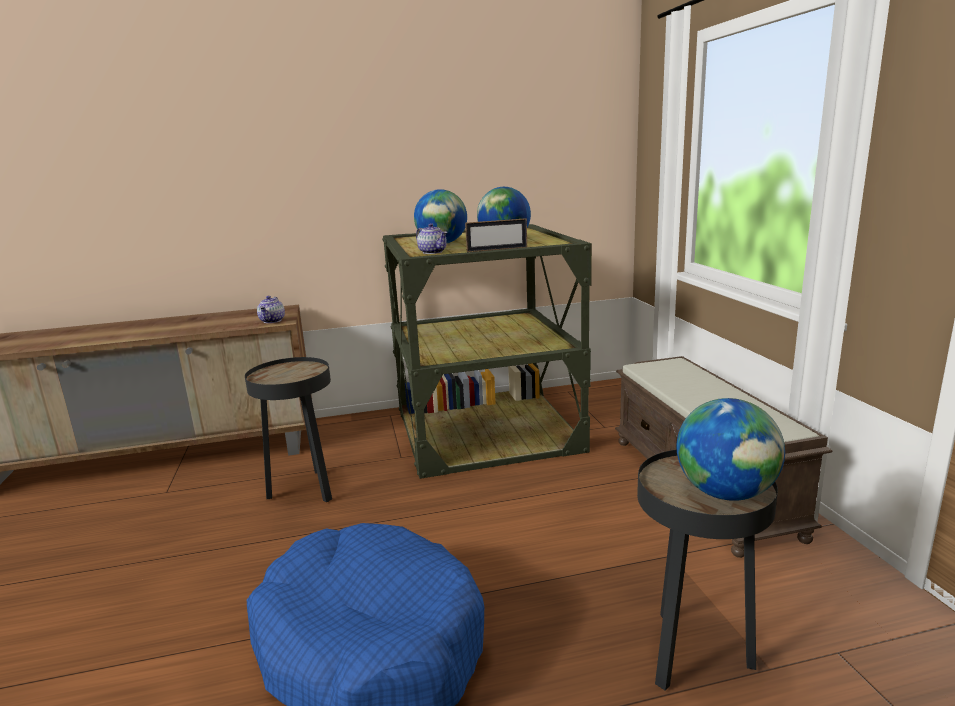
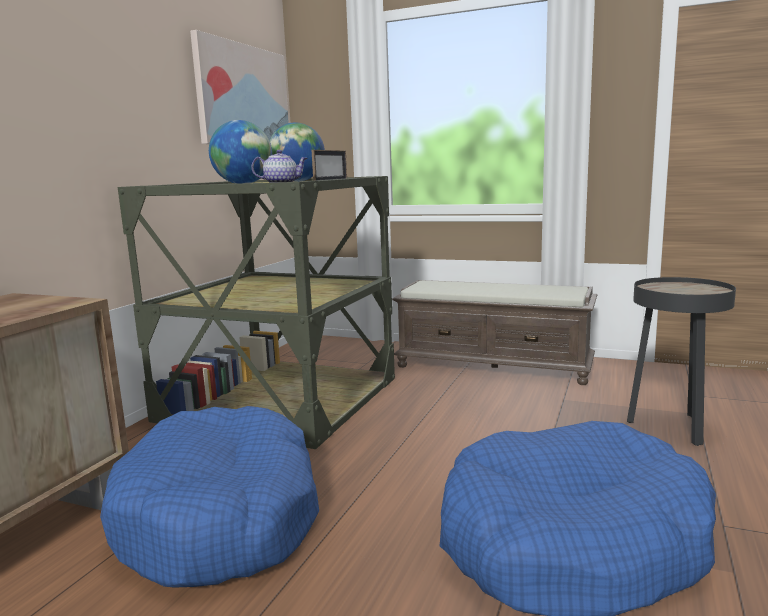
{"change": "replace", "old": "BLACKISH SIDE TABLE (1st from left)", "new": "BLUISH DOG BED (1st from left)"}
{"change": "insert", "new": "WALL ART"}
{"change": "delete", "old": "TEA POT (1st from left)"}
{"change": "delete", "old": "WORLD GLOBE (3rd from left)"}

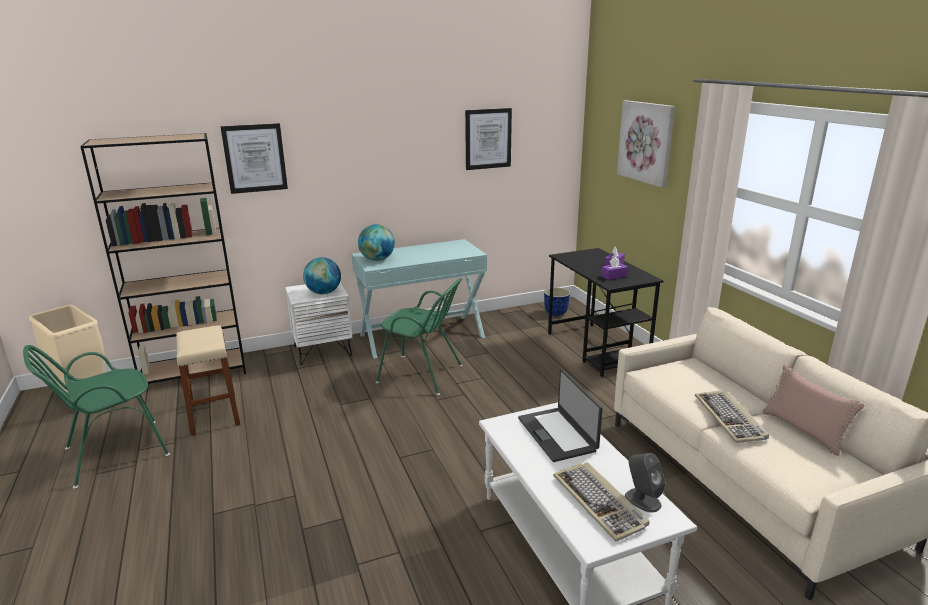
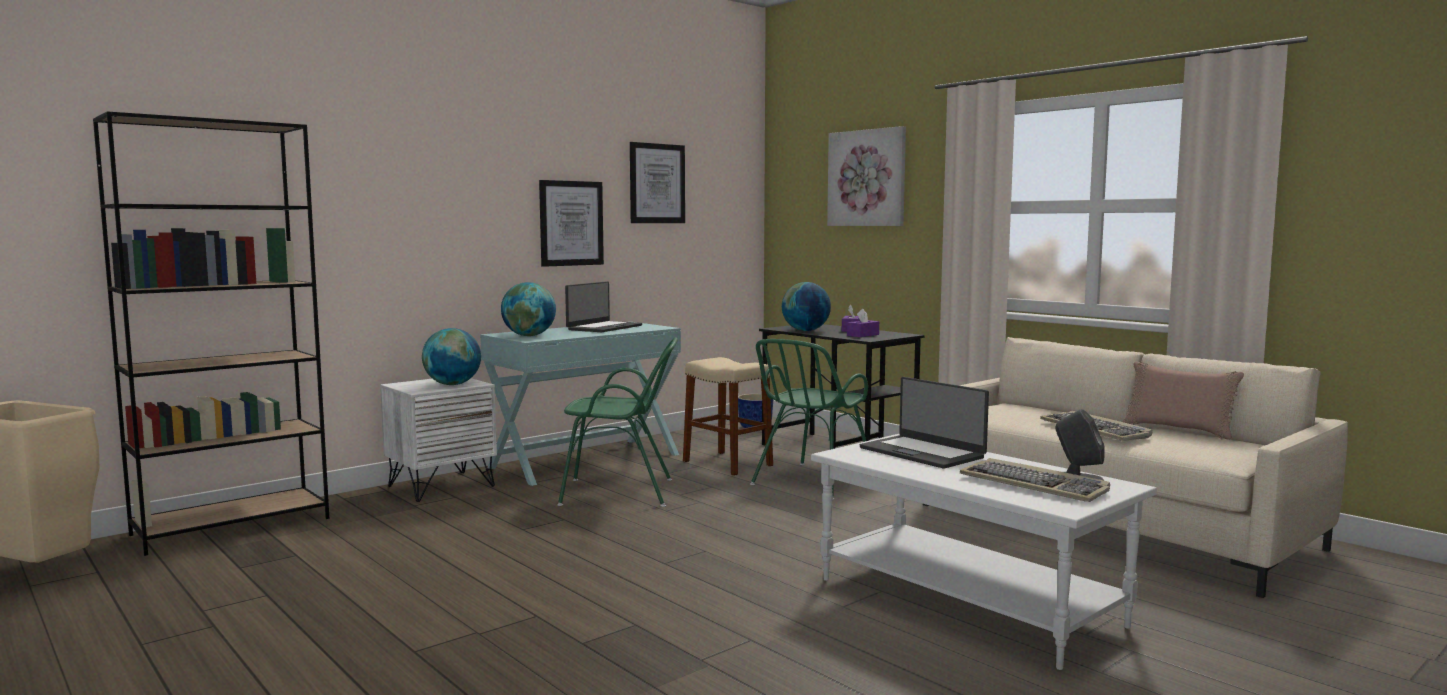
{"change": "move", "old": "WALL ART (1st from left)"}
{"change": "insert", "new": "LAPTOP (1st from left)"}
{"change": "move", "old": "BEIGE SITTING STOOL"}
{"change": "move", "old": "GREEN PLAIN CHAIR (1st from left in the first image)", "new": "GREEN PLAIN CHAIR (2nd from left)"}
{"change": "insert", "new": "WORLD GLOBE (3rd from left)"}

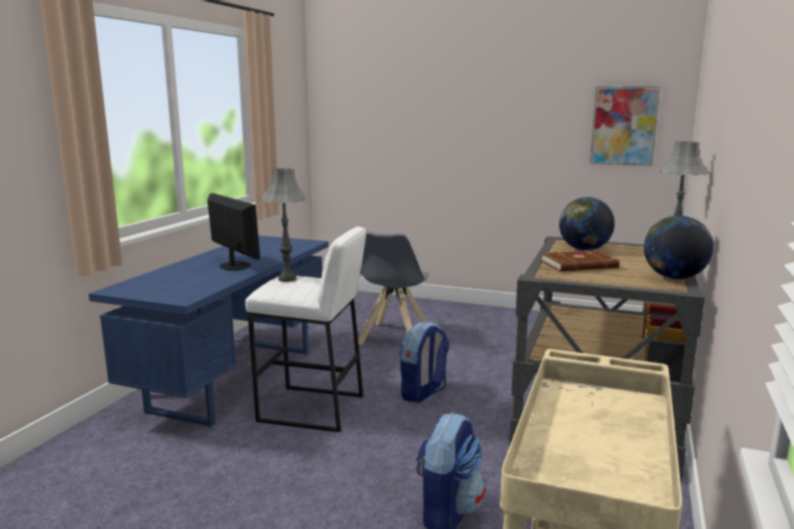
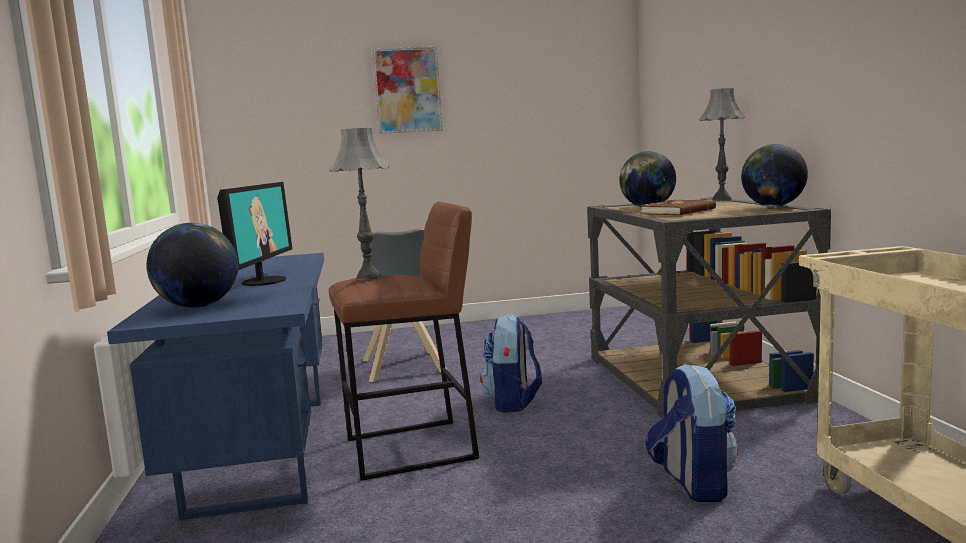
{"change": "insert", "new": "WORLD GLOBE (1st from left)"}
{"change": "rotate", "old": "COMPUTER DISPLAY", "degrees": 75}
{"change": "recolor", "old": "WHITISH SITTING STOOL", "new": "BROWNISH SITTING STOOL"}
{"change": "move", "old": "WALL ART"}

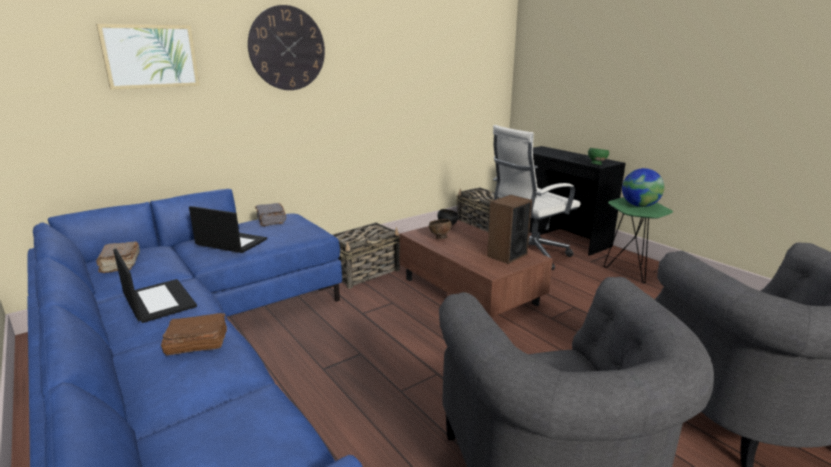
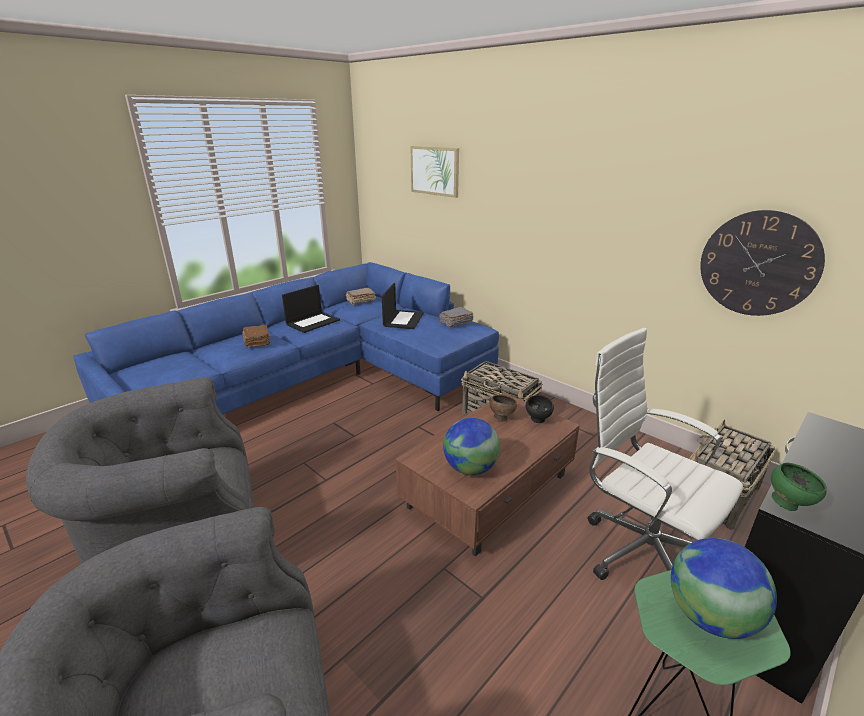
{"change": "replace", "old": "AUDIO SPEAKER", "new": "WORLD GLOBE (1st from left)"}
{"change": "move", "old": "HANGING CLOCK"}

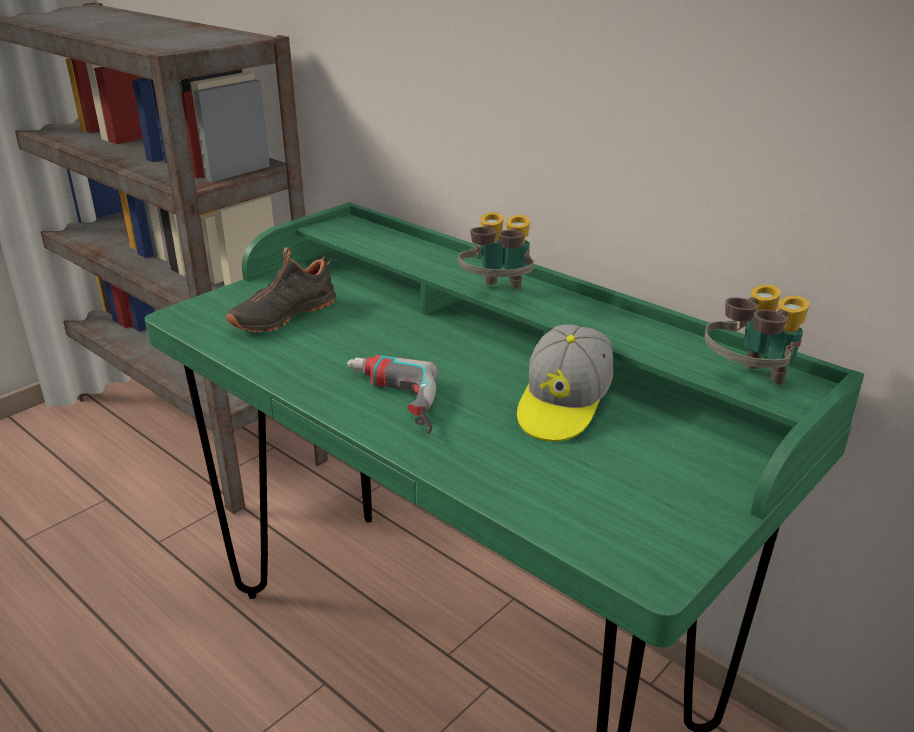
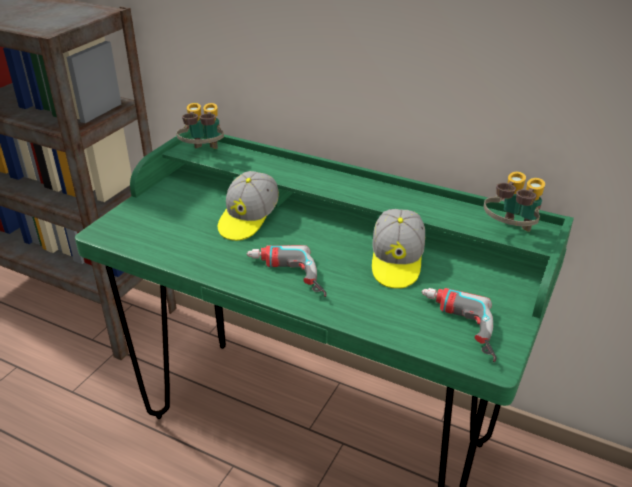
{"change": "move", "old": "FIELD GLASSES (1st from left)"}
{"change": "insert", "new": "PEAKED CAP (1st from left)"}
{"change": "insert", "new": "ELECTRIC DRILL (2nd from left)"}
{"change": "delete", "old": "BLACKISH SHOE"}

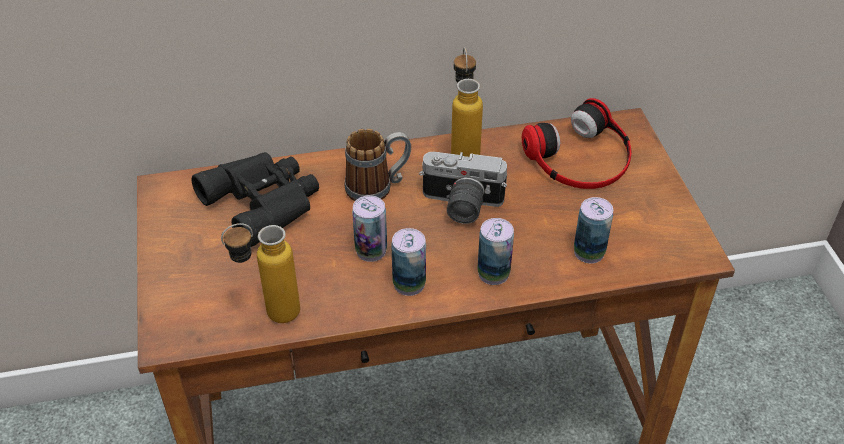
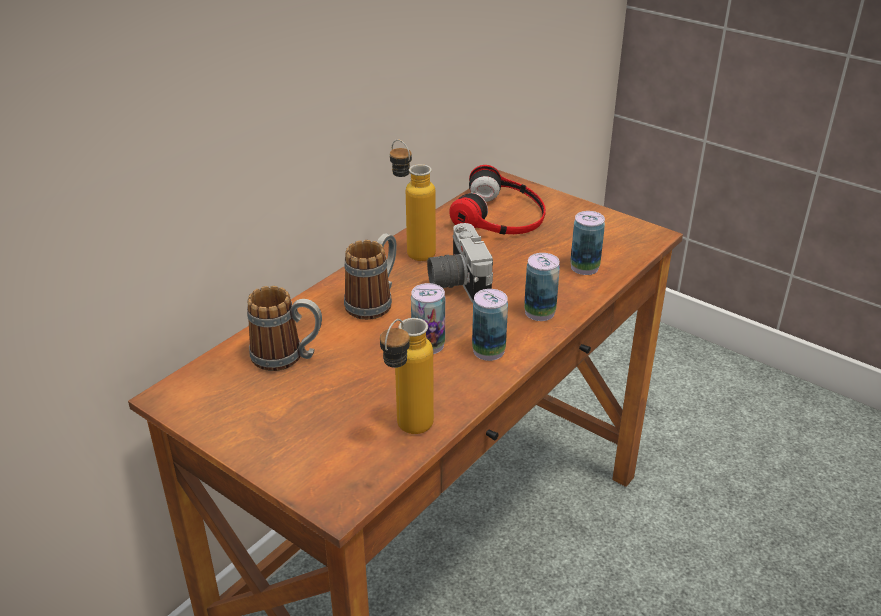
{"change": "replace", "old": "BLACKISH FIELD GLASSES", "new": "MUG (1st from left)"}
{"change": "rotate", "old": "PHOTO CAMERA", "degrees": 105}

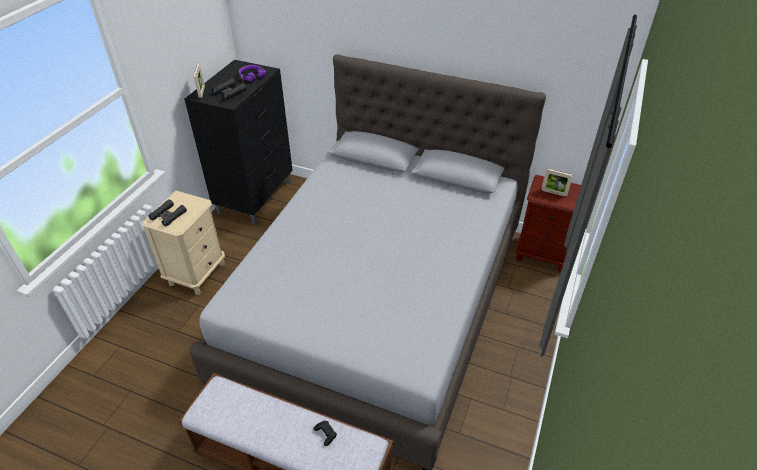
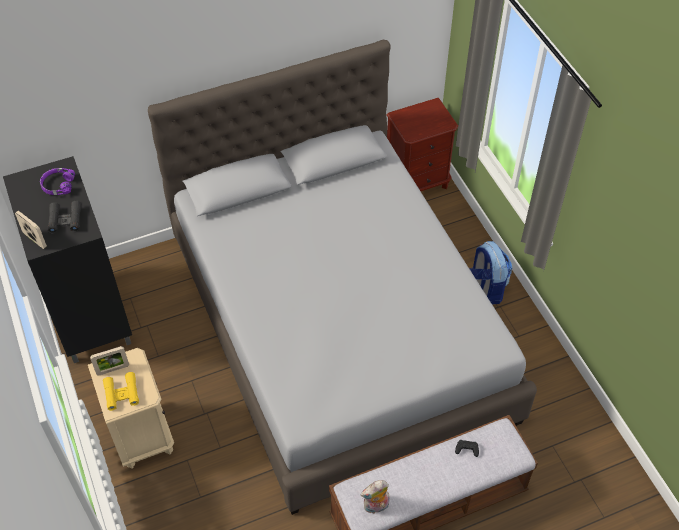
{"change": "move", "old": "STANDING FRAME (2nd from left)"}
{"change": "recolor", "old": "BLACKISH FIELD GLASSES (1st from left)", "new": "YELLOW FIELD GLASSES"}
{"change": "insert", "new": "SOFT TOY"}
{"change": "insert", "new": "RUCKSACK"}

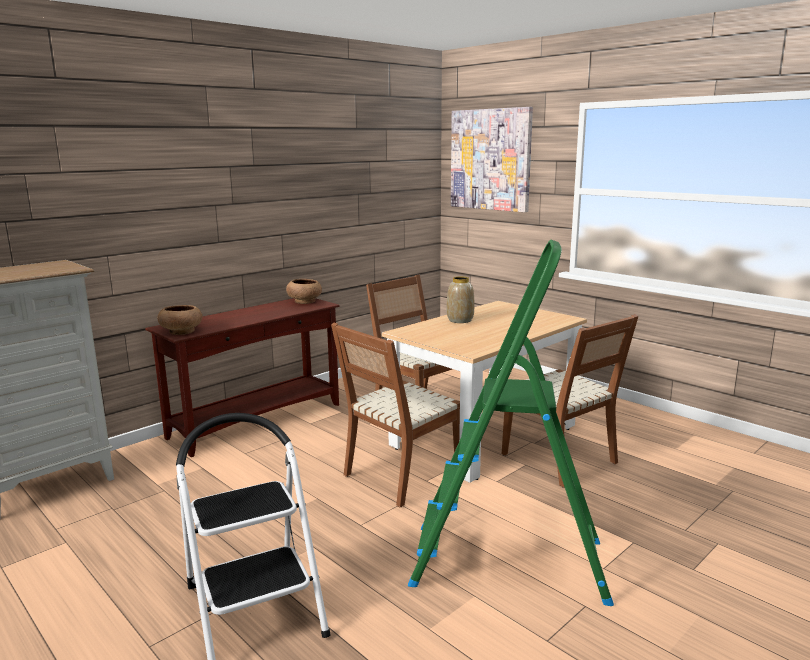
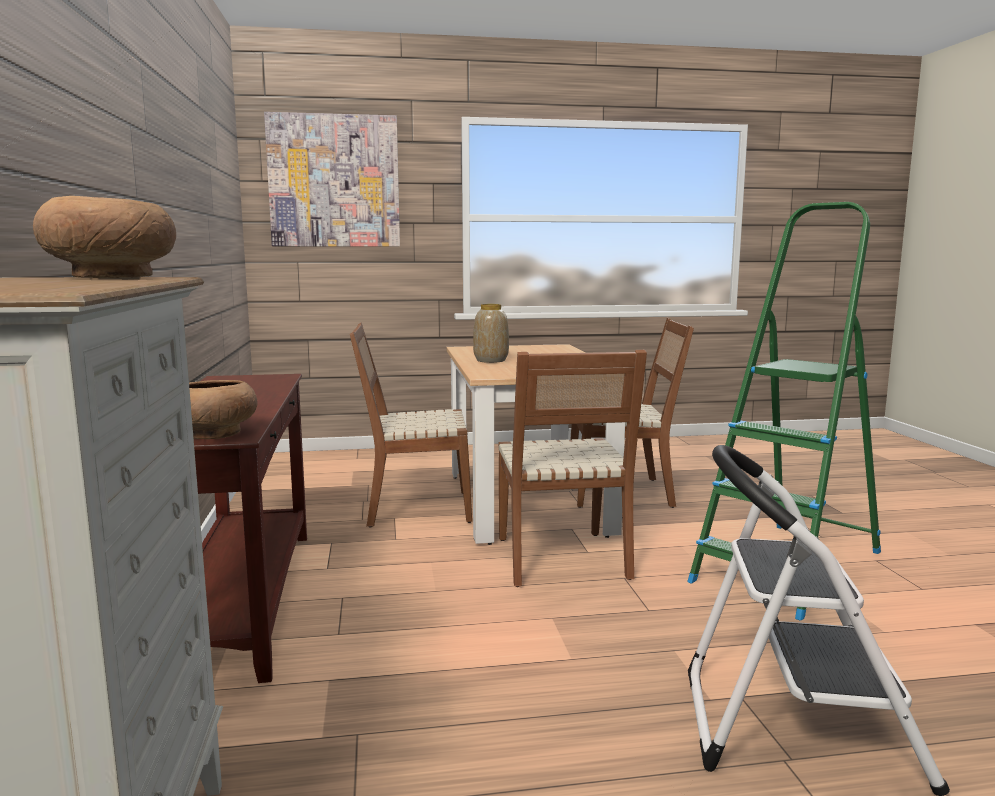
{"change": "move", "old": "BROWNISH SERVING BOWL (2nd from left in the first image)", "new": "BROWNISH SERVING BOWL (1st from left)"}

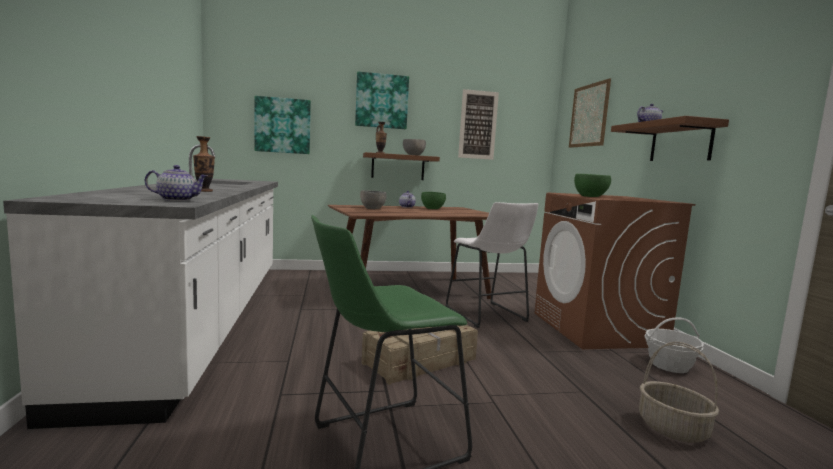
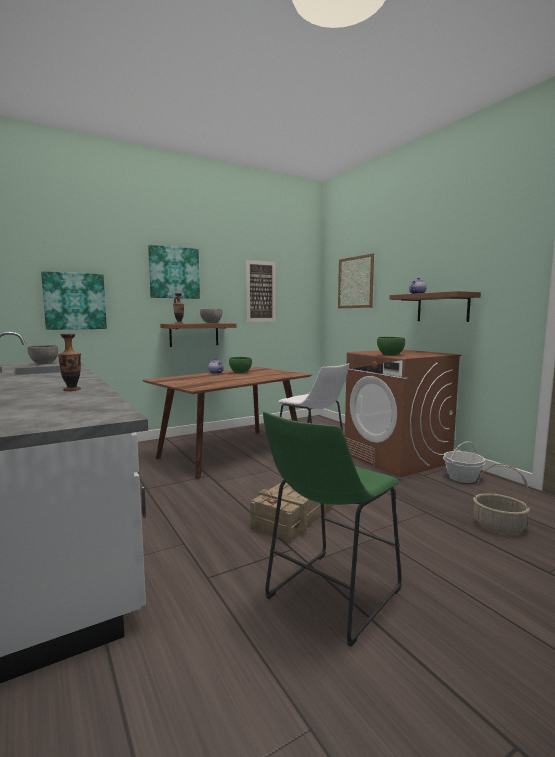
{"change": "move", "old": "GREYISH SERVING BOWL (1st from left)"}
{"change": "delete", "old": "TEA POT (1st from left)"}

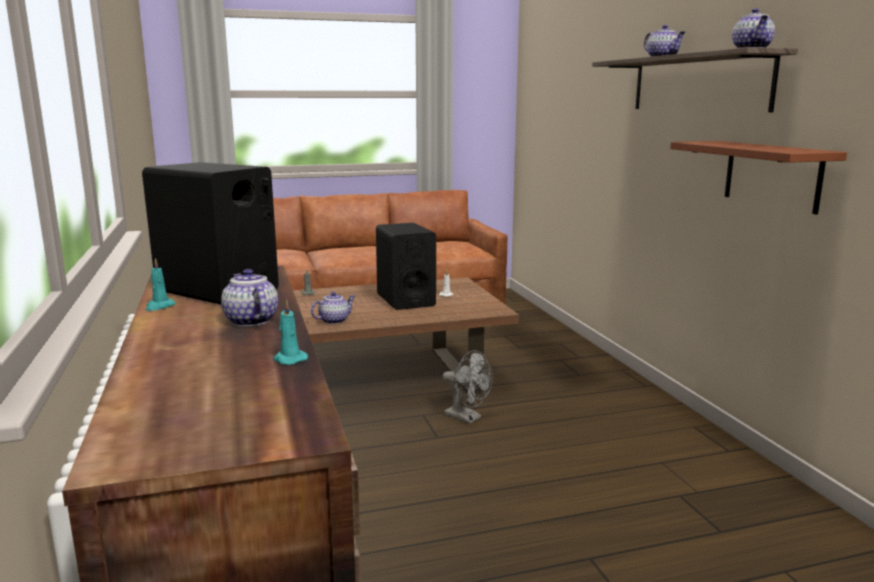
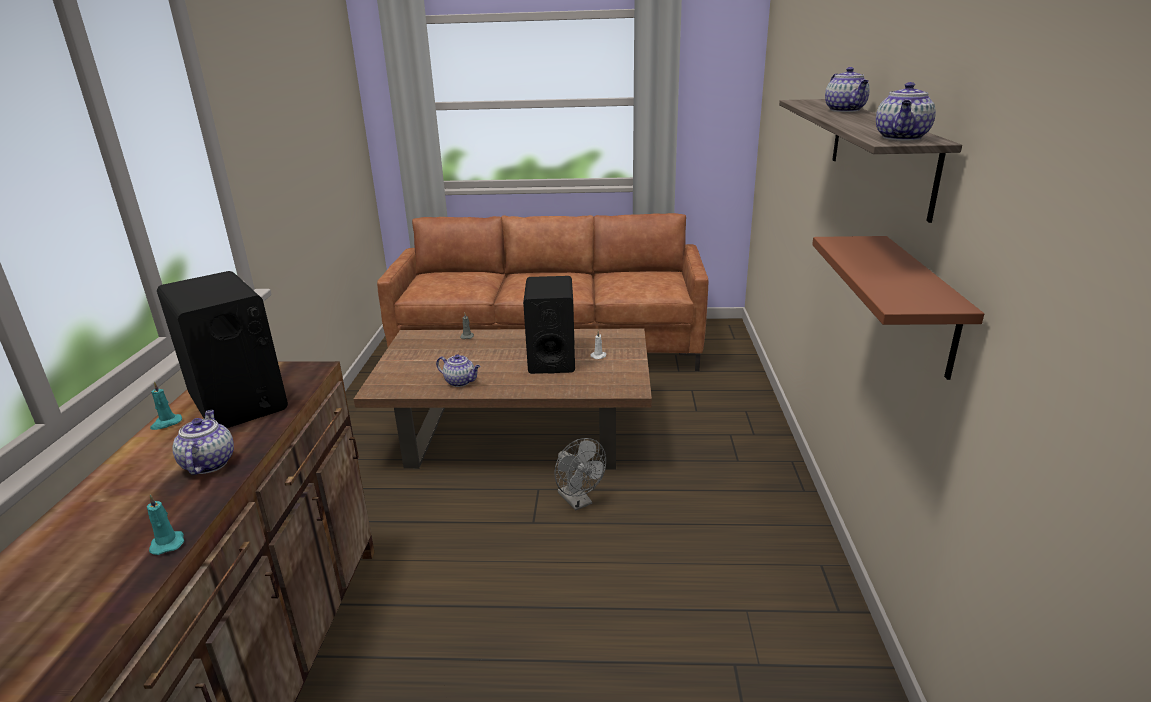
{"change": "rotate", "old": "TEA POT (2nd from left)", "degrees": 45}

